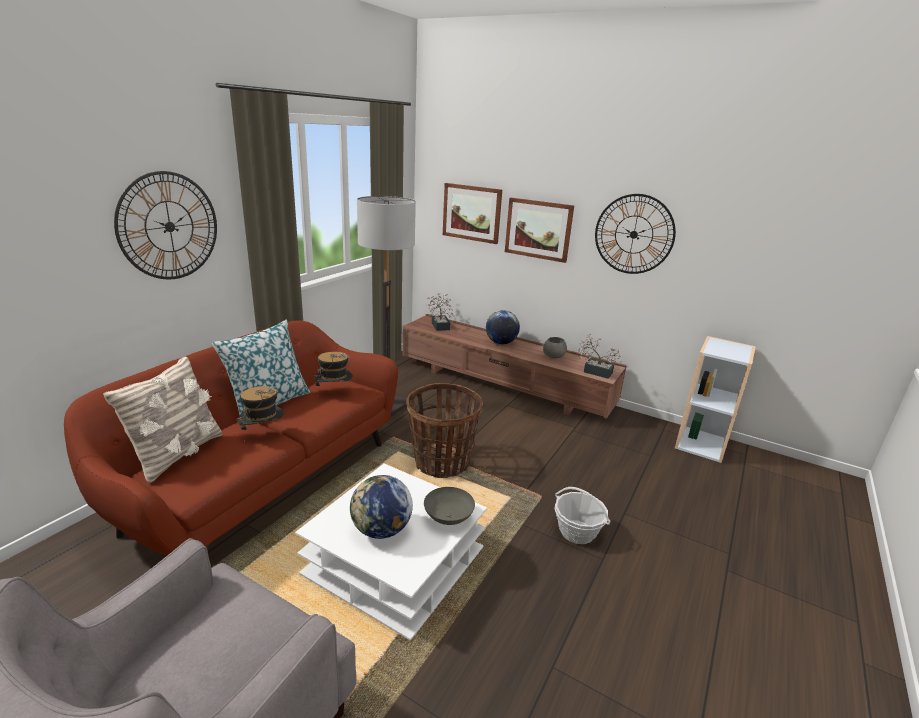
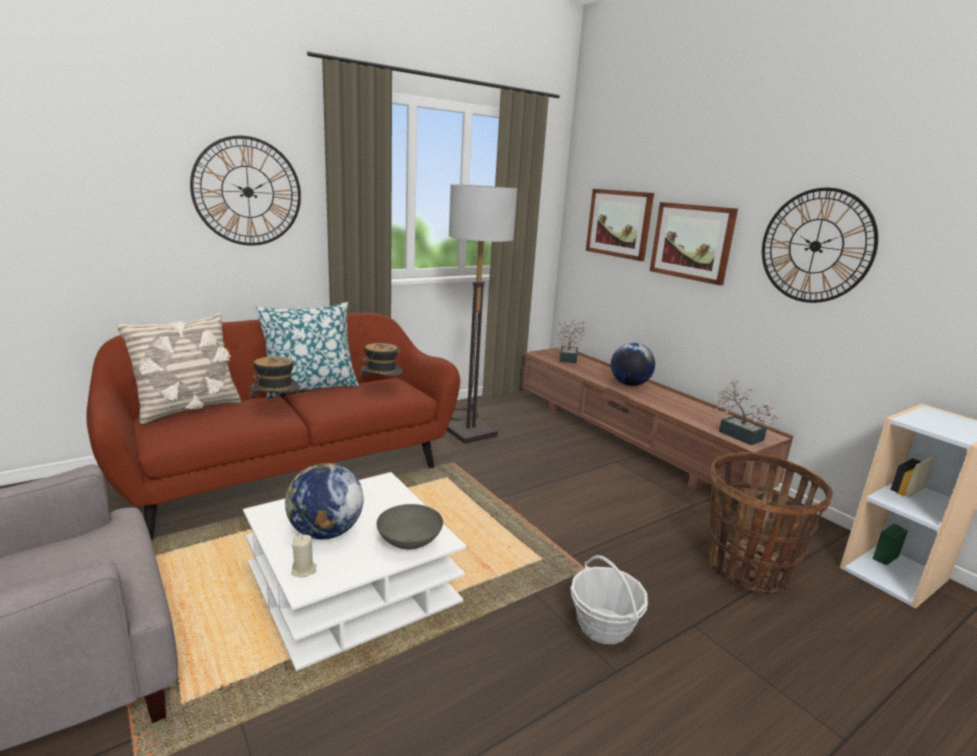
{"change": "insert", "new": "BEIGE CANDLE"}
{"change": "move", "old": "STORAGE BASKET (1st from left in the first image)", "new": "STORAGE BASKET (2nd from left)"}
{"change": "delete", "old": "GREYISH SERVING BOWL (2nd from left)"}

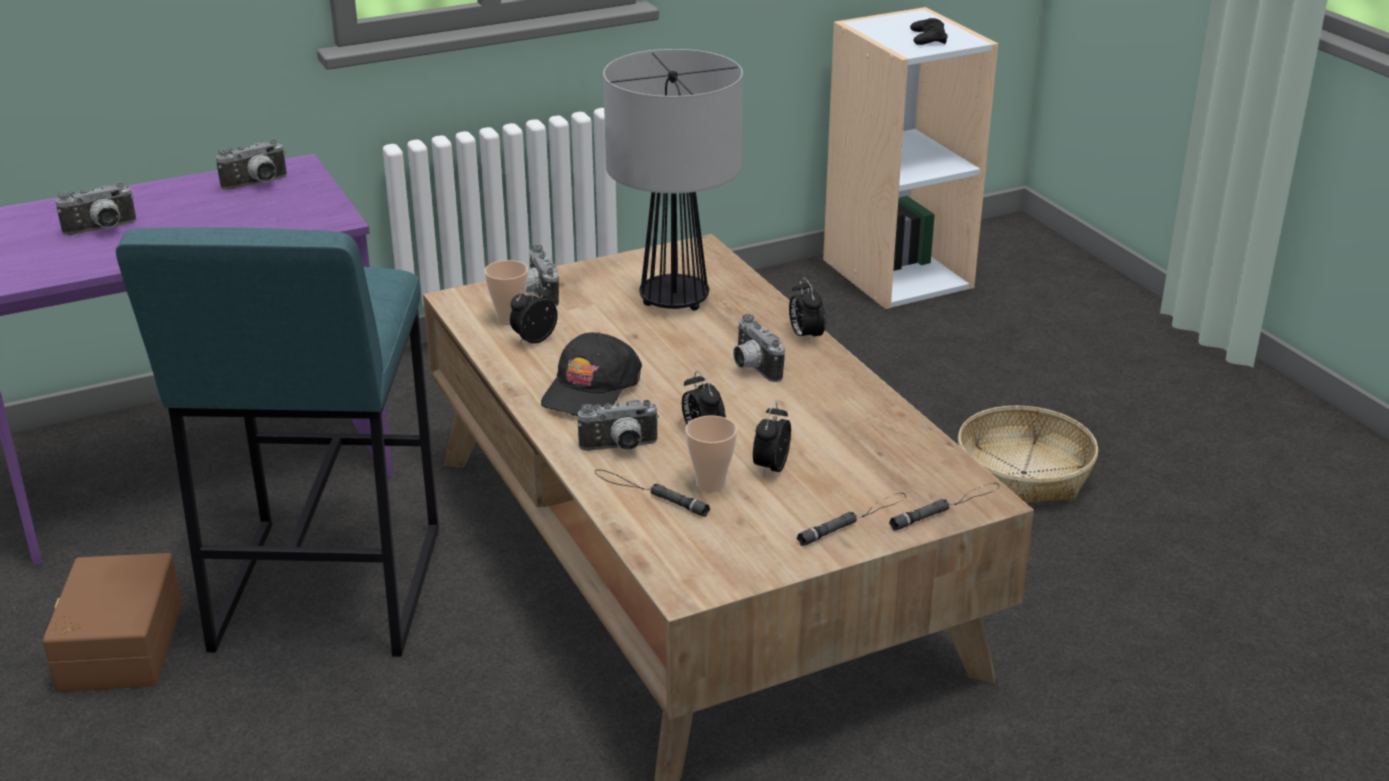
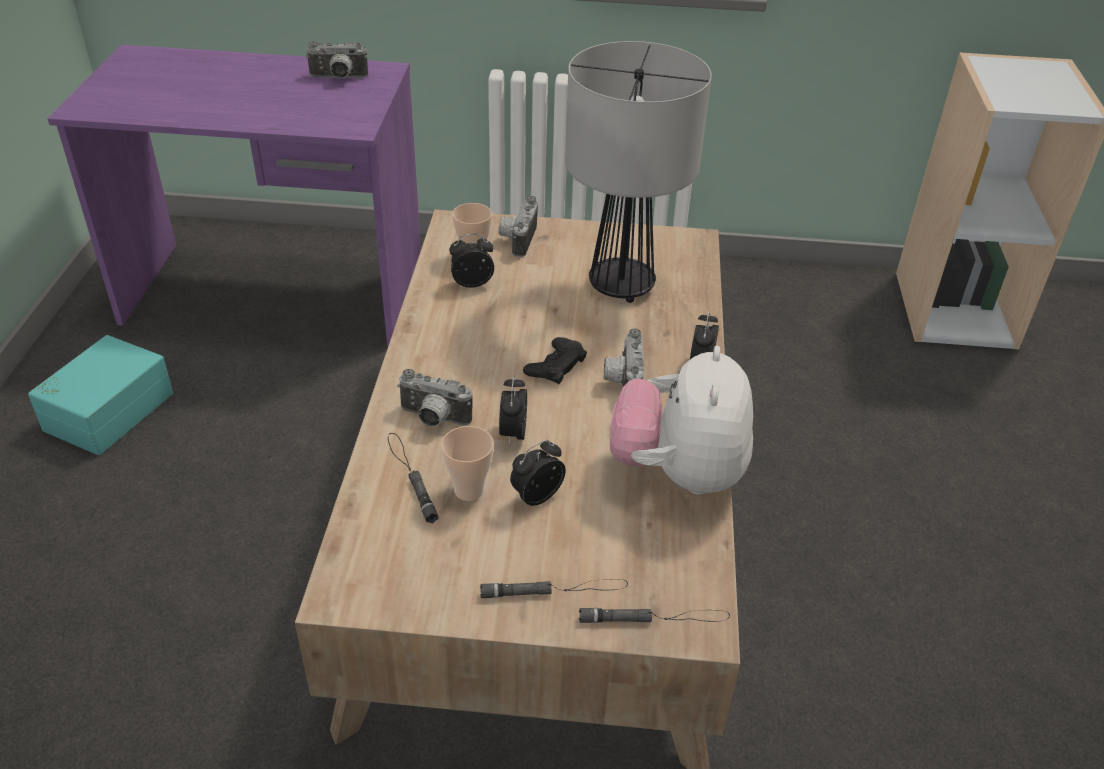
{"change": "recolor", "old": "BROWNISH STORAGE BIN", "new": "BLUE-GREEN STORAGE BIN"}
{"change": "move", "old": "BLACKISH JOYPAD"}
{"change": "insert", "new": "SOFT TOY"}
{"change": "delete", "old": "PHOTO CAMERA (1st from left)"}
{"change": "delete", "old": "BLUE-GREEN SITTING STOOL"}
{"change": "delete", "old": "BLACKISH PEAKED CAP"}
{"change": "delete", "old": "STORAGE BASKET"}

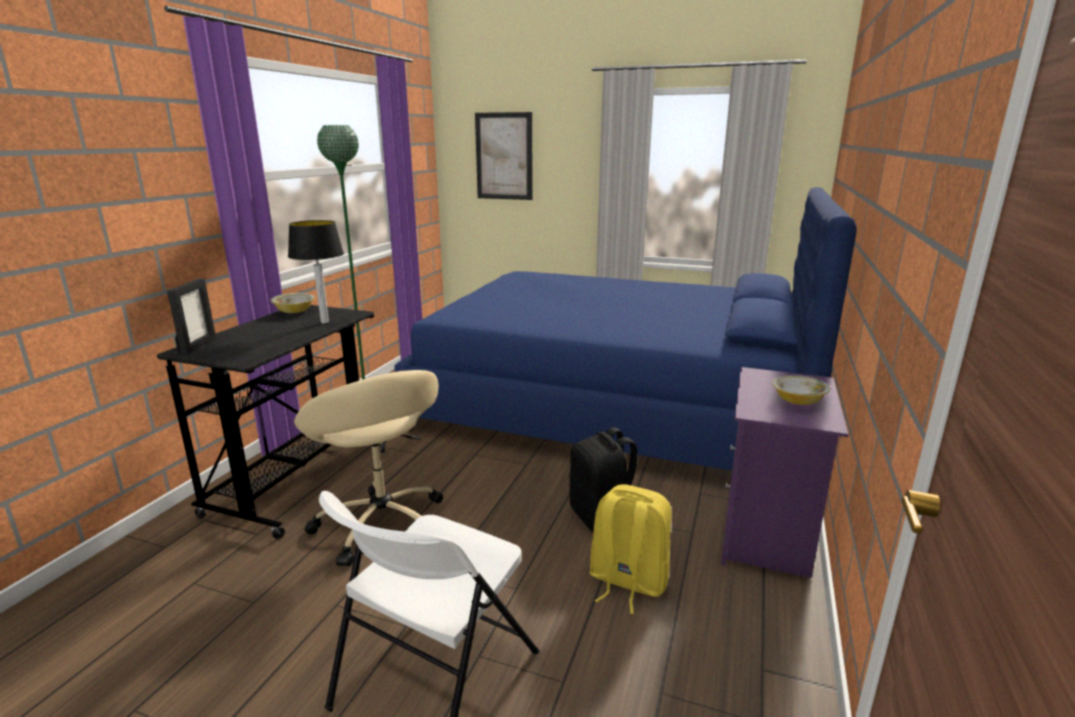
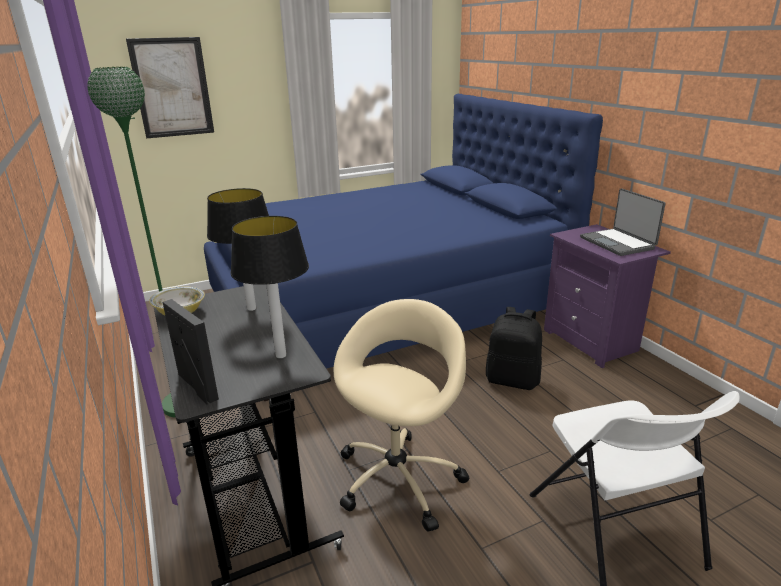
{"change": "insert", "new": "LAMP FOR A TABLE (2nd from left)"}
{"change": "rotate", "old": "BEIGE OFFICE CHAIR", "degrees": -60}
{"change": "replace", "old": "SERVING BOWL (2nd from left)", "new": "LAPTOP"}
{"change": "delete", "old": "YELLOW RUCKSACK"}

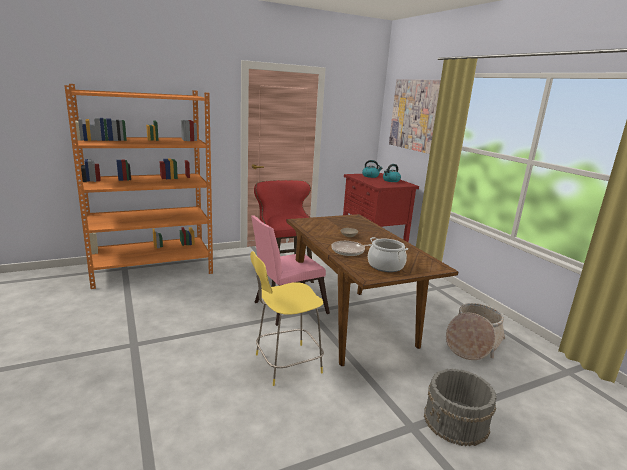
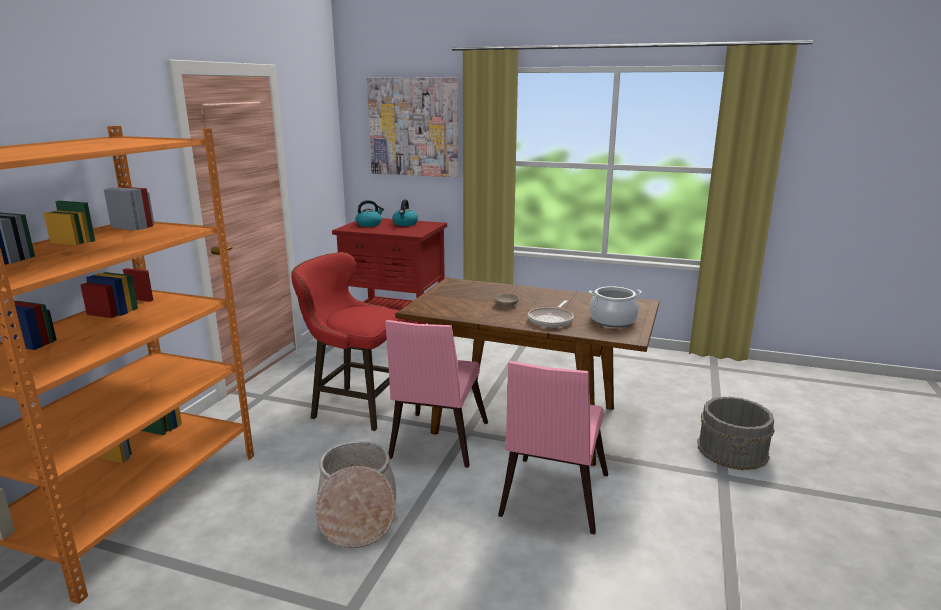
{"change": "move", "old": "STORAGE BASKET"}
{"change": "replace", "old": "YELLOW SITTING STOOL", "new": "PINK-COLOURED PLAIN CHAIR (2nd from left)"}

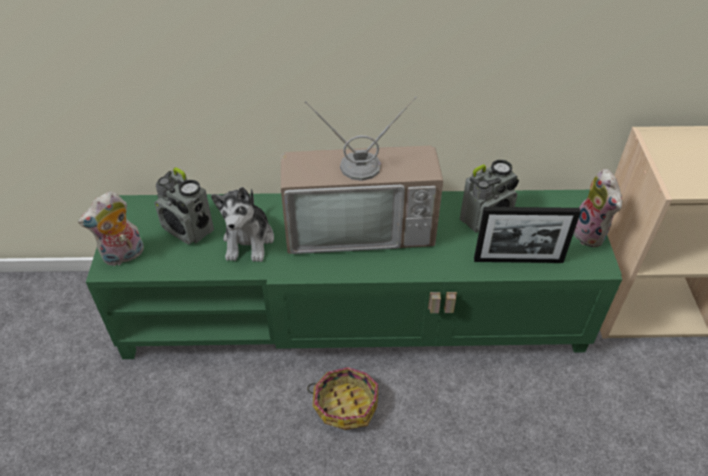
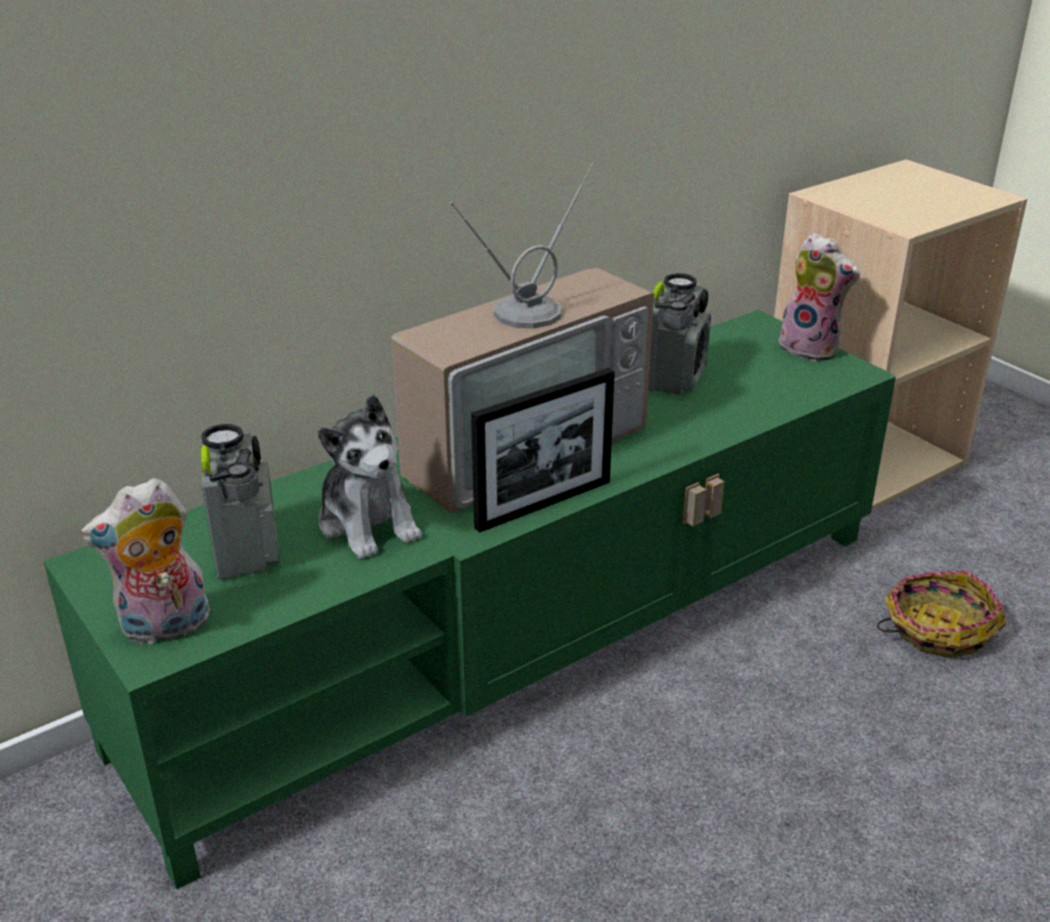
{"change": "rotate", "old": "SOFT TOY (1st from left)", "degrees": 45}
{"change": "rotate", "old": "RADIO SET (1st from left)", "degrees": -105}
{"change": "move", "old": "STANDING FRAME"}
{"change": "move", "old": "STORAGE BASKET"}

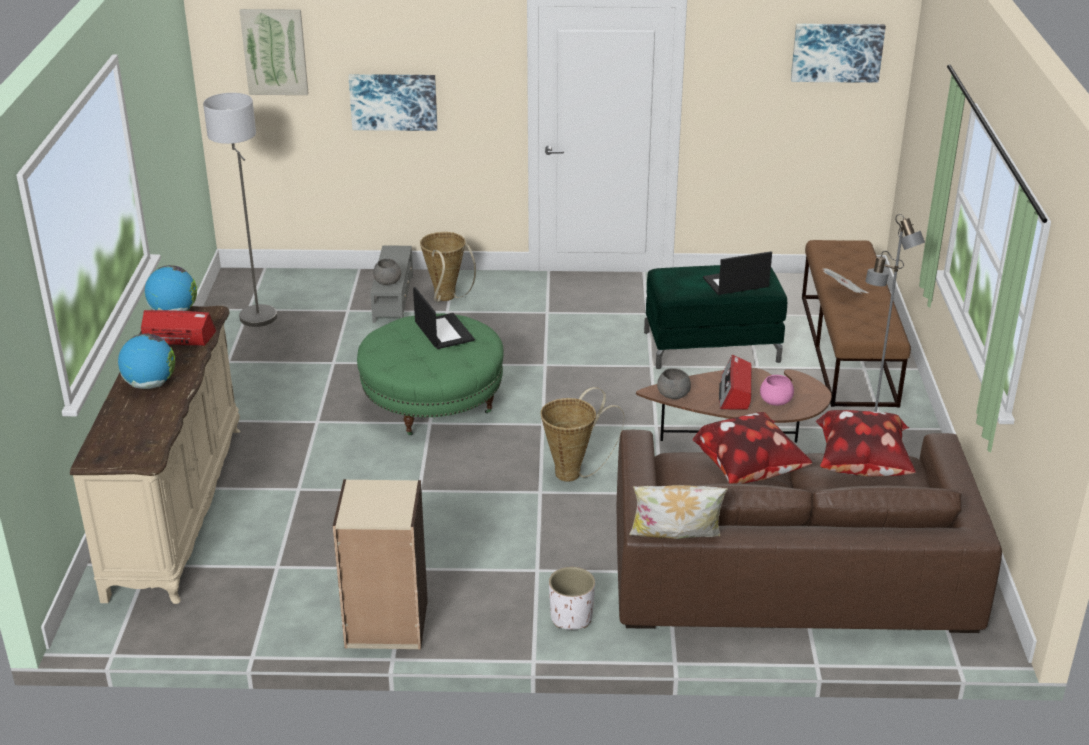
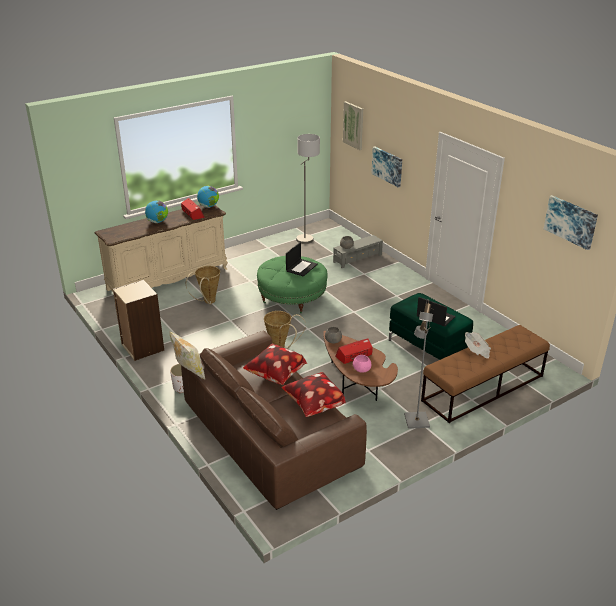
{"change": "move", "old": "STORAGE BASKET (1st from left)"}

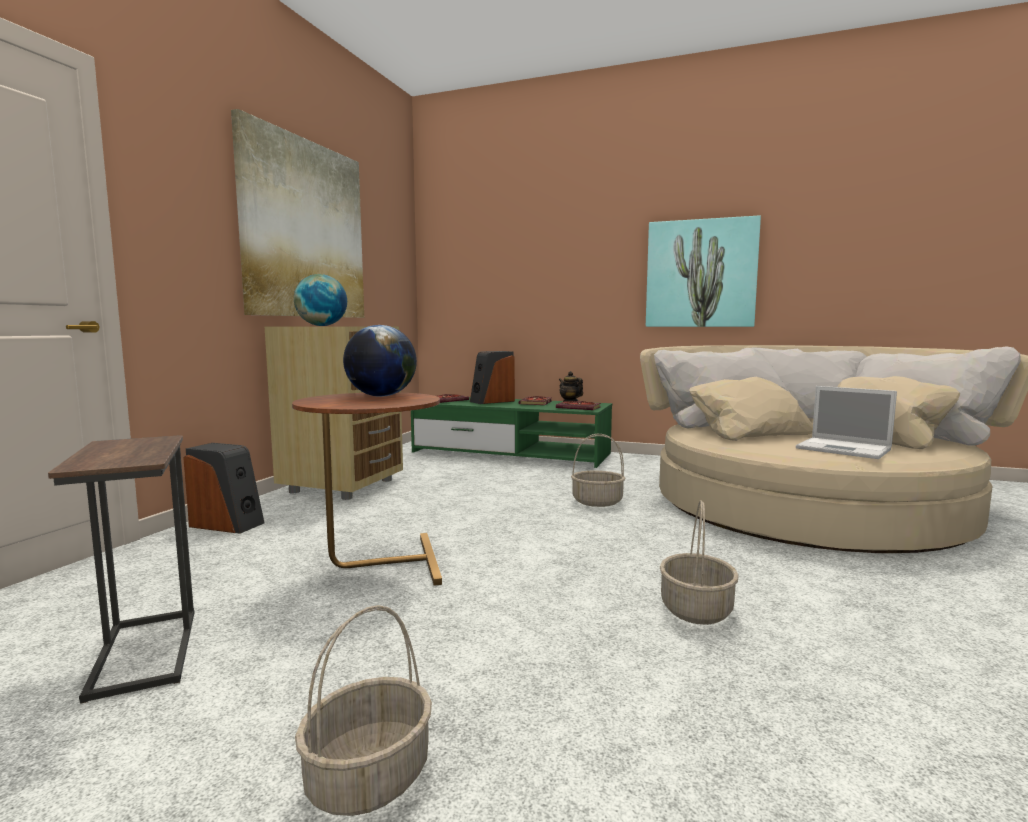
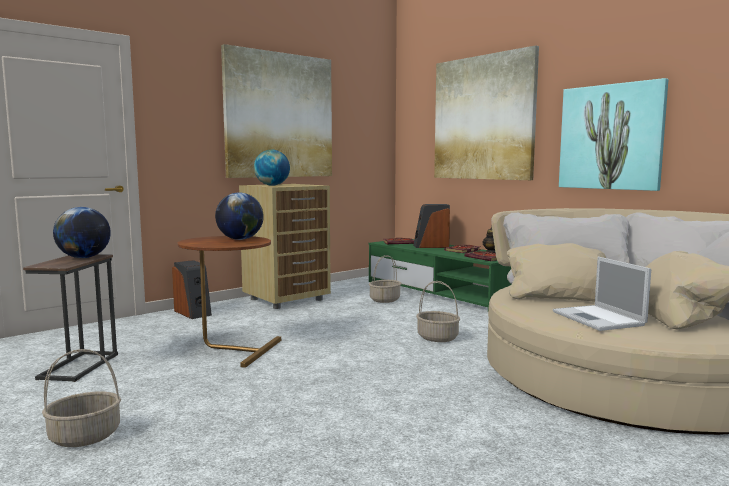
{"change": "insert", "new": "WORLD GLOBE (1st from left)"}
{"change": "move", "old": "STORAGE BASKET (3rd from left in the first image)", "new": "STORAGE BASKET (2nd from left)"}
{"change": "insert", "new": "WALL ART (2nd from left)"}

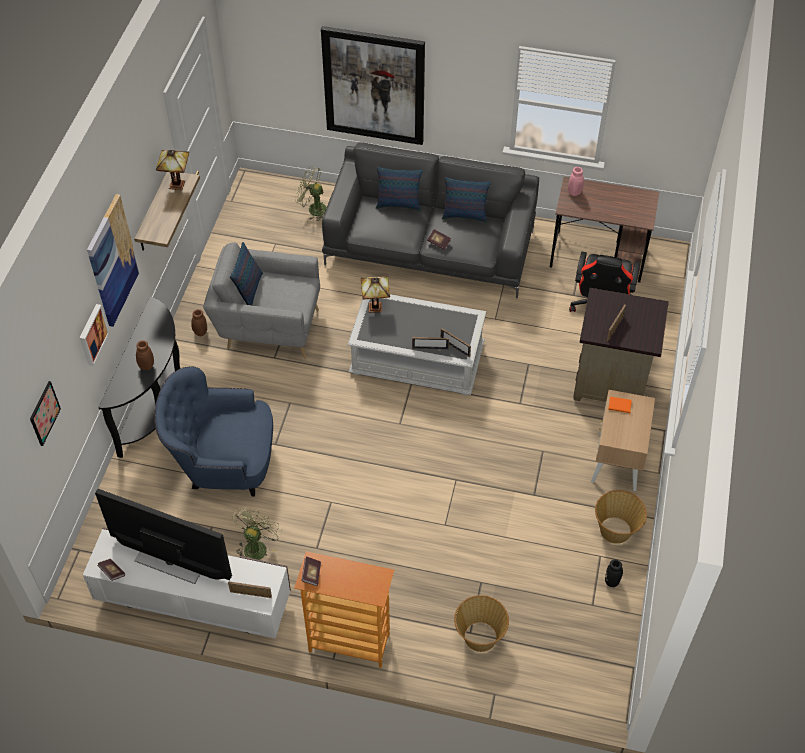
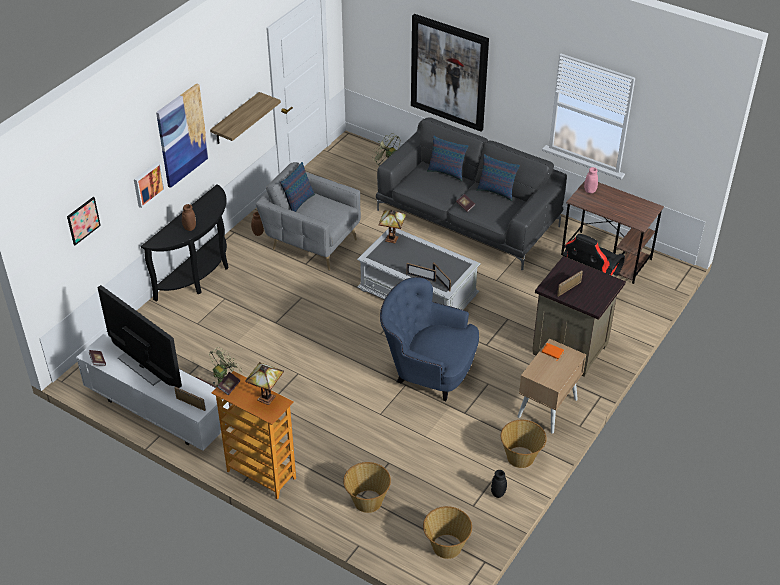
{"change": "move", "old": "LAMP FOR A TABLE (1st from left)"}
{"change": "move", "old": "BLUISH ARMCHAIR"}
{"change": "insert", "new": "STORAGE BASKET (2nd from left)"}

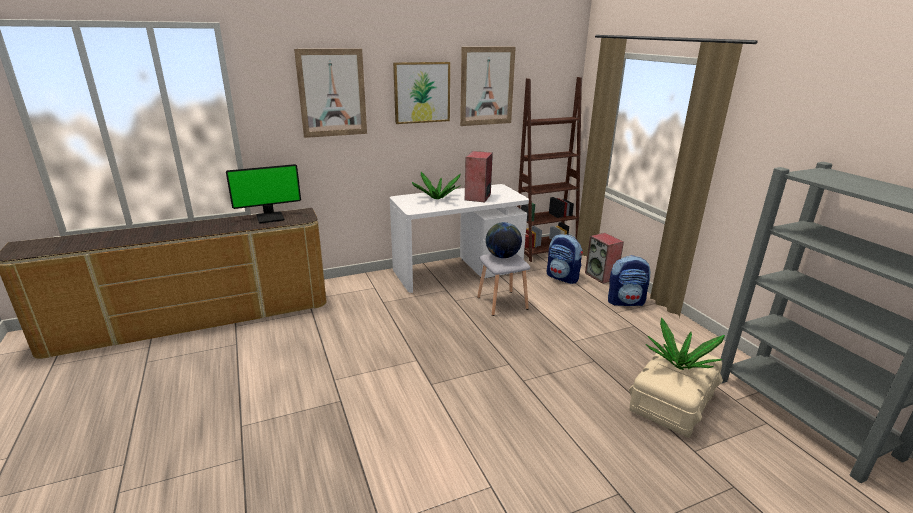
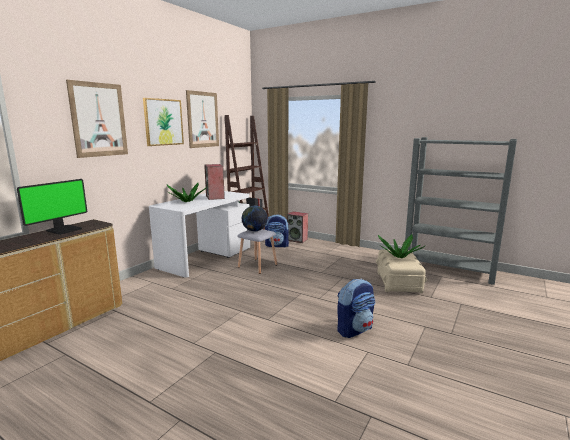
{"change": "move", "old": "RUCKSACK (2nd from left)"}

